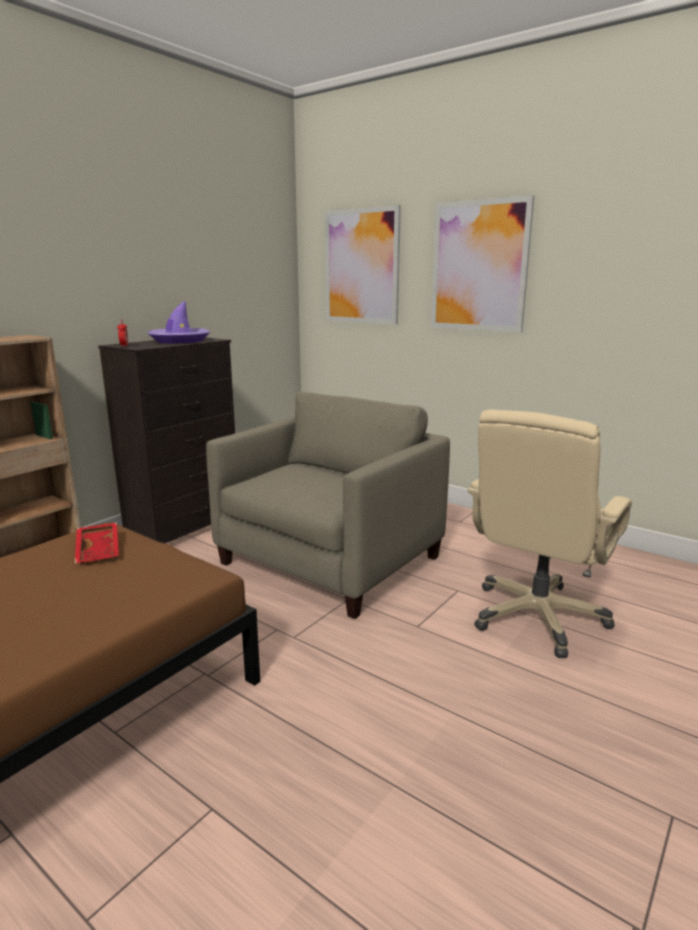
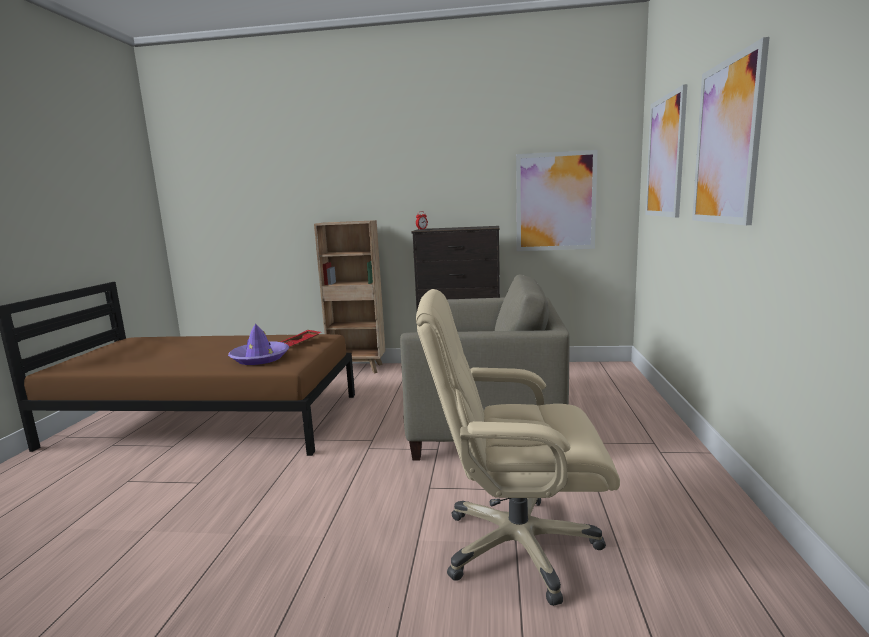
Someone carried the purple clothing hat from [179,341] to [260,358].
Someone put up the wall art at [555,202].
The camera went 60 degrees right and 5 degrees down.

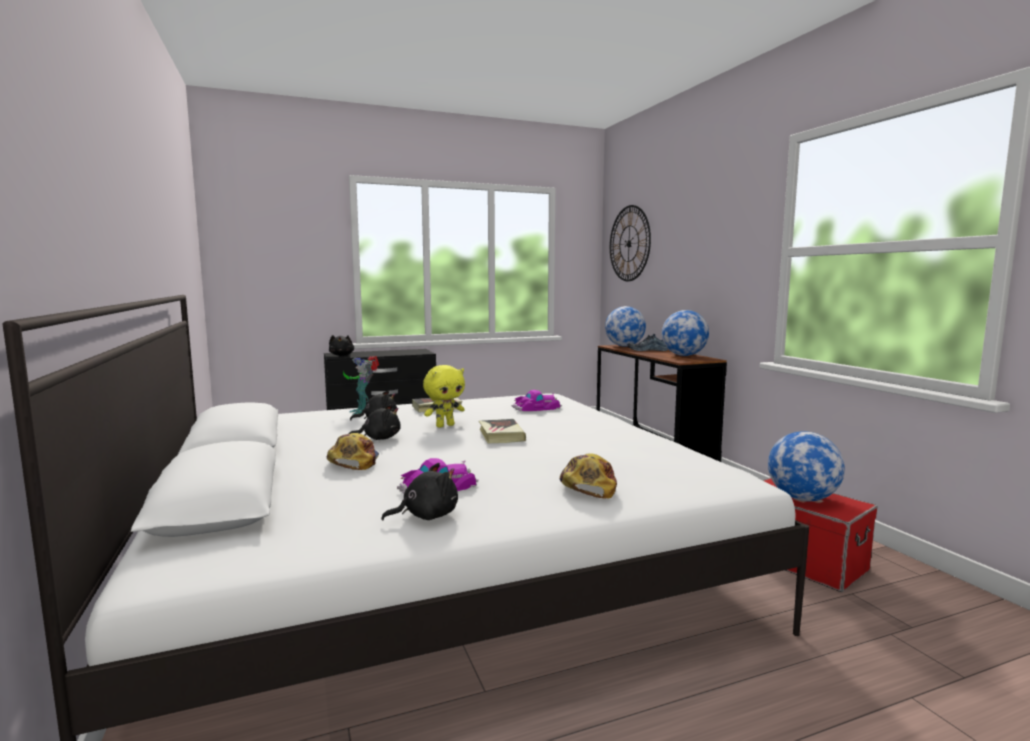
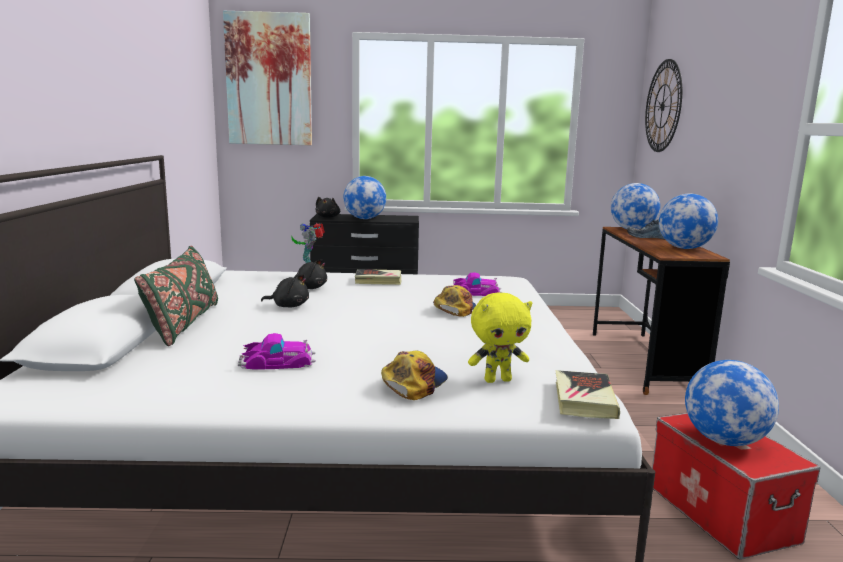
Someone carried the cap from [354,461] to [455,308].
Someone took away the blackish plush toy at [426,516].
Someone carried the yellow-coloured plush toy from [445,425] to [497,380].
Someone carried the bound book from [501,435] to [584,400].
Someone put down the green throw pillow at [183,324].
Someone put up the wall art at [269,79].
Someone put down the desk globe at [364,219].
The camera went 20 degrees right and 5 degrees up.

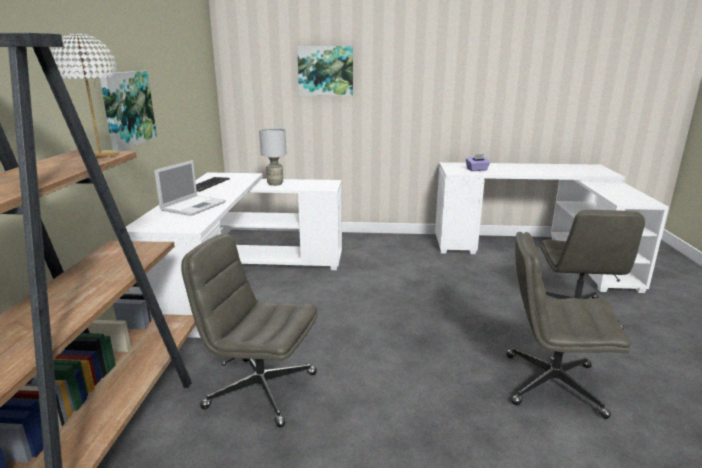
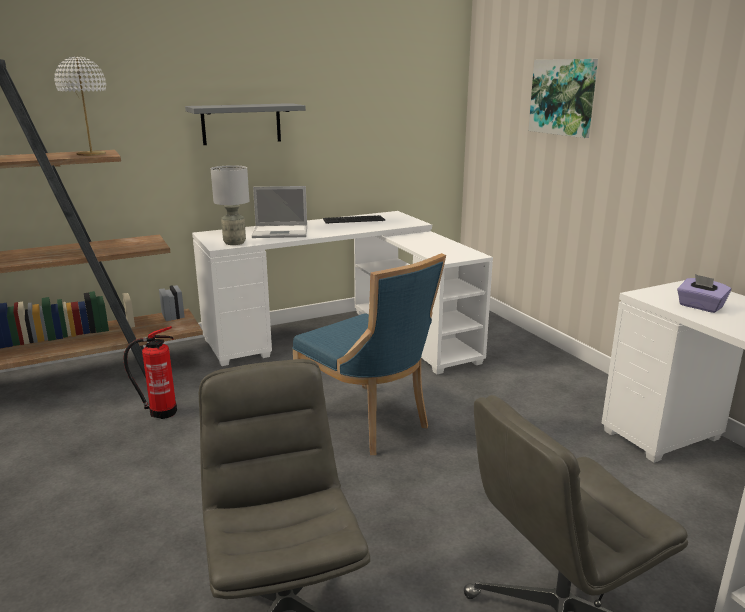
Someone swapped the wall art at [127,109] for the grey wall shelf at [241,124].
Someone swapped the grey computer chair at [260,390] for the fire-fighting cylinder at [160,412].
Someone carried the grey lamp for a table from [275,184] to [235,243].
Someone put down the bluish plain chair at [368,422].
The camera went 60 degrees right and 0 degrees up.

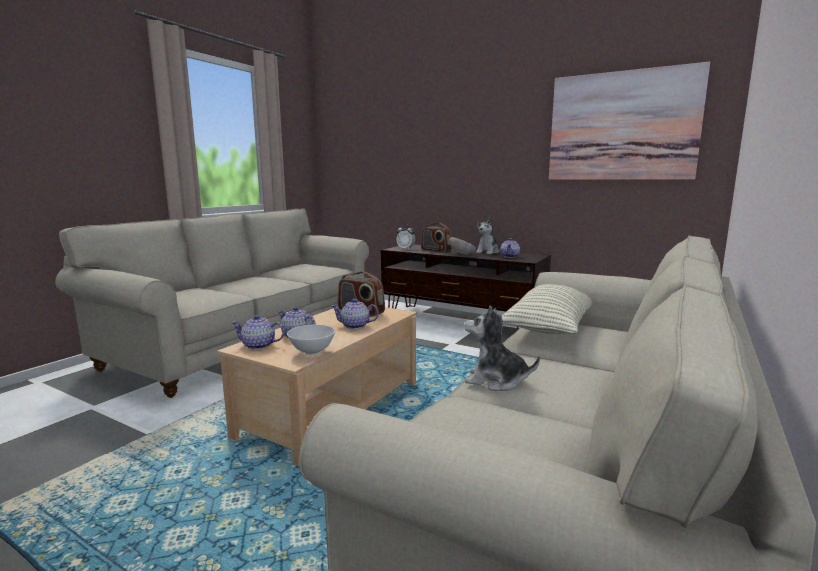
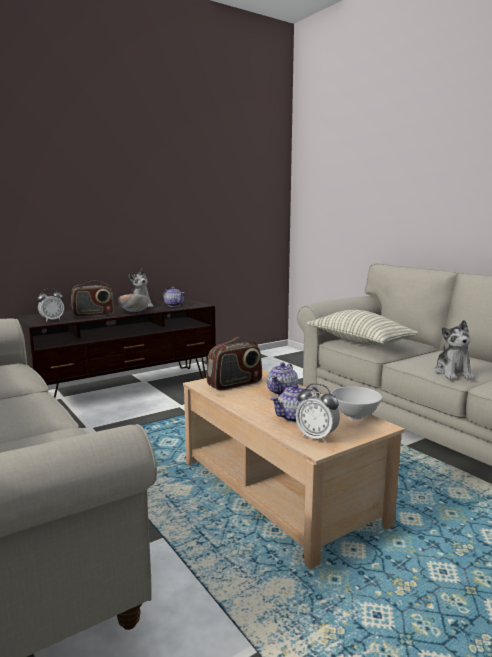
Someone swapped the tea pot at [259,346] for the table clock at [316,437].
Someone rotated the plush toy at [496,381] by 45 degrees counterclockwise.
Someone took away the wall art at [622,126].
The camera went 65 degrees left and 0 degrees up.

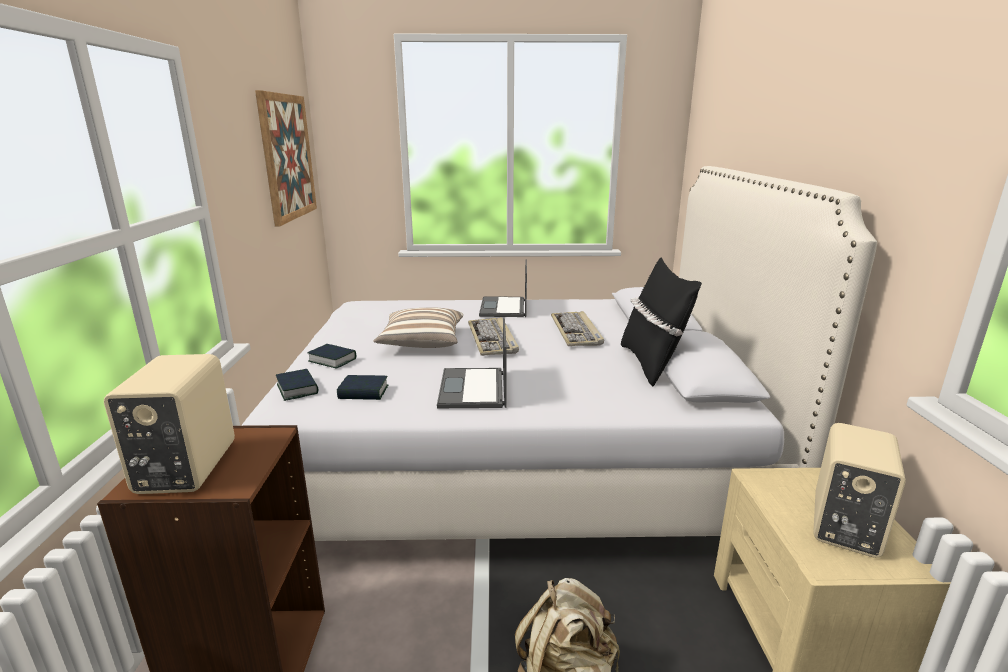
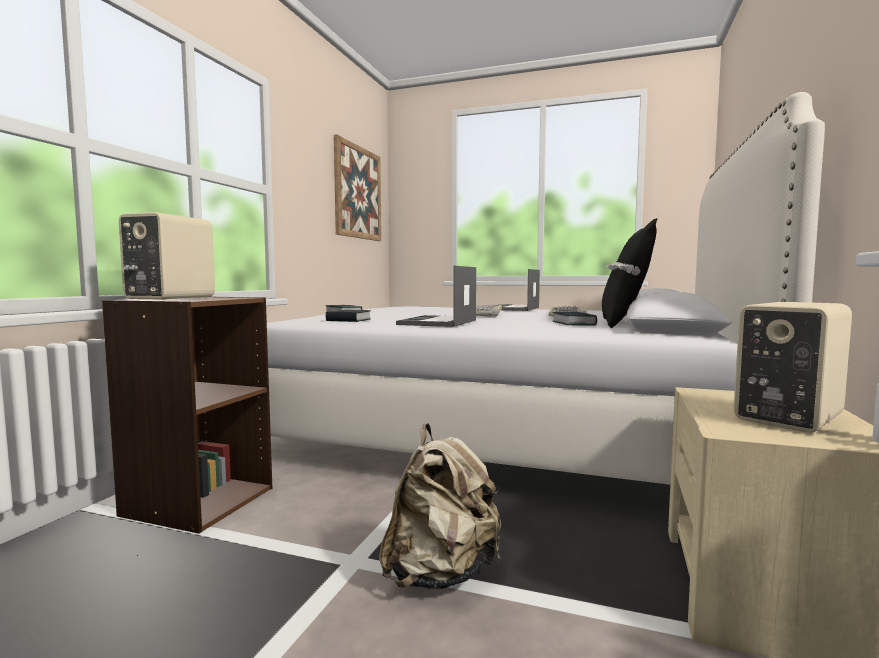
Someone carried the bound book from [297,389] to [574,323].
Someone took away the throw pillow at [422,343].
The camera went 20 degrees right and 15 degrees down.

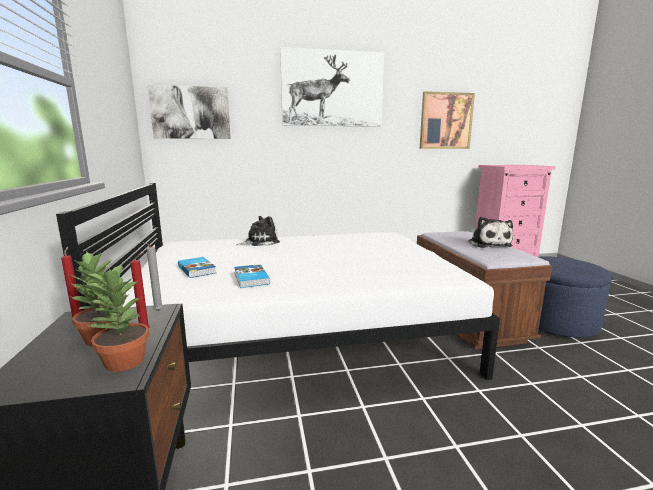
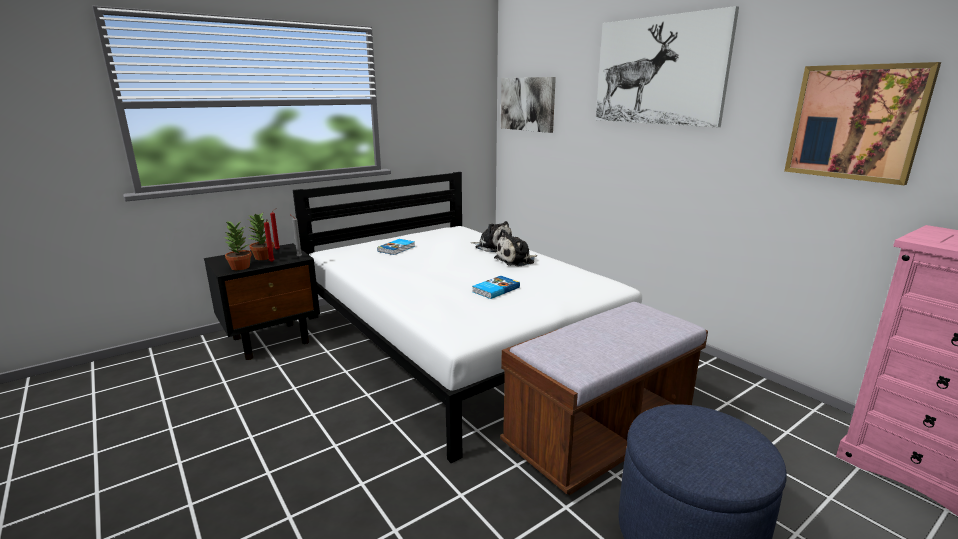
Someone carried the bound book from [250,278] to [495,289].
Someone carried the plush toy from [488,244] to [516,260].
The camera went 65 degrees right and 5 degrees up.

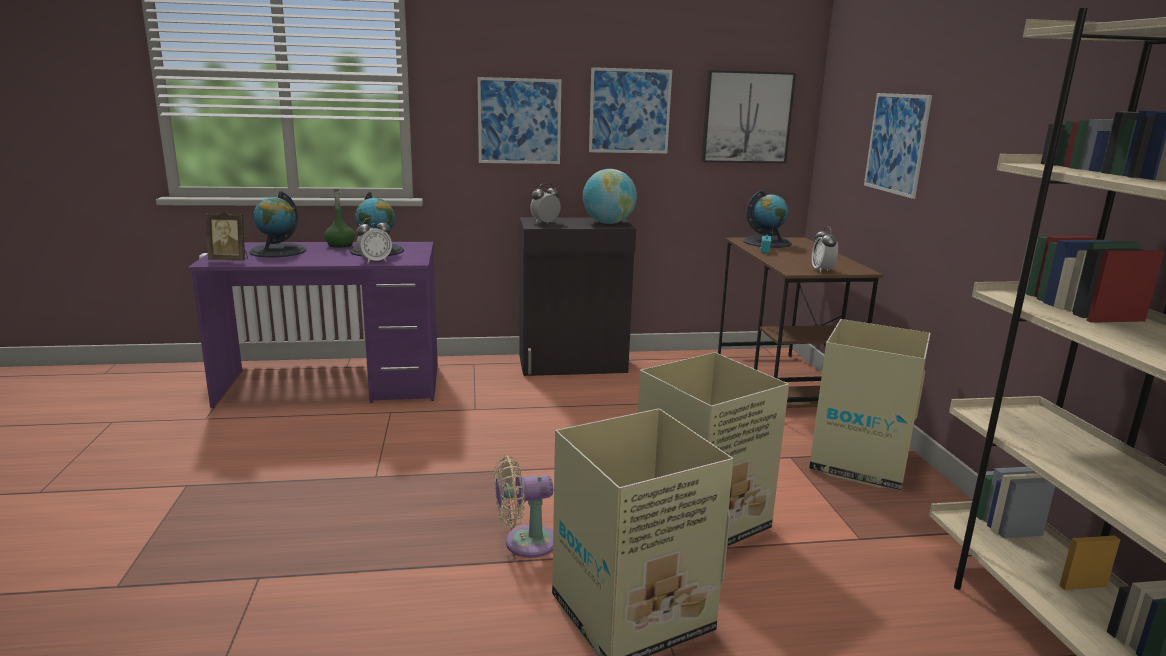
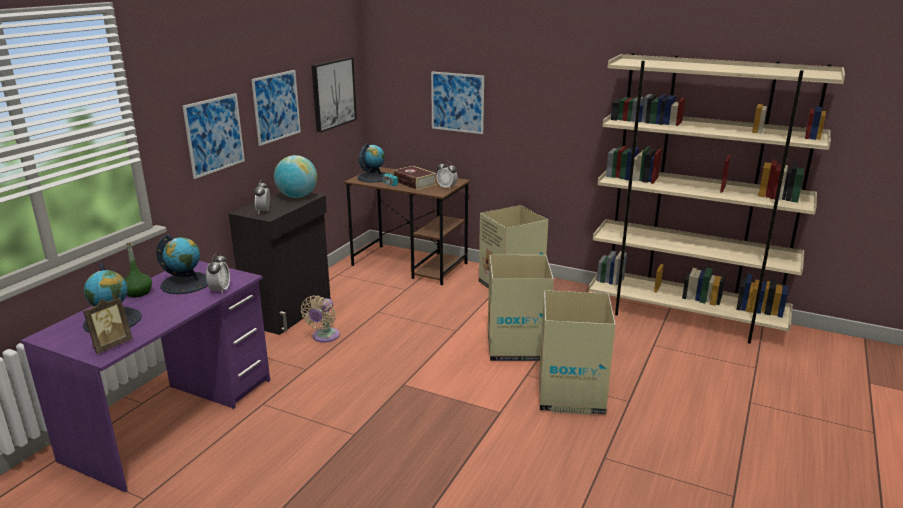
Someone carried the beige-coloured fan from [525,543] to [324,337].
Someone put down the bound book at [414,183].
The camera went 55 degrees left and 5 degrees up.

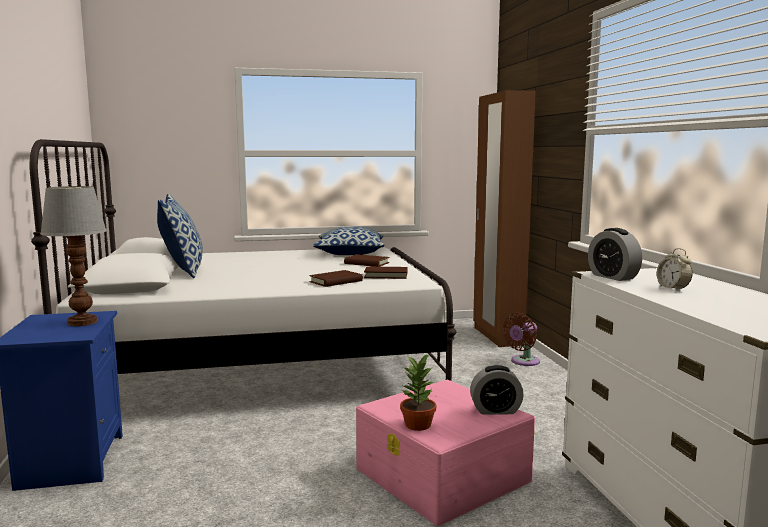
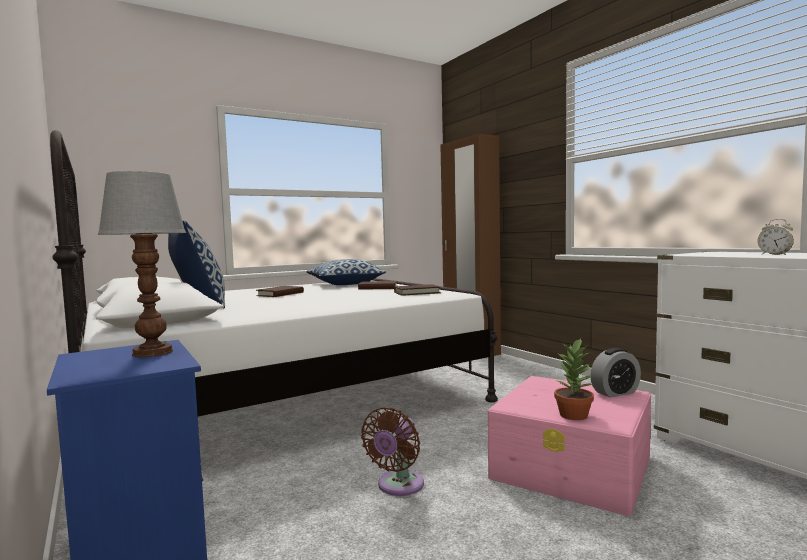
Someone carried the brown-coloured bound book from [336,281] to [280,294].
Someone carried the brown-coloured fan from [523,362] to [398,486].
Someone took away the table clock at [612,277].
The camera went 20 degrees left and 5 degrees down.

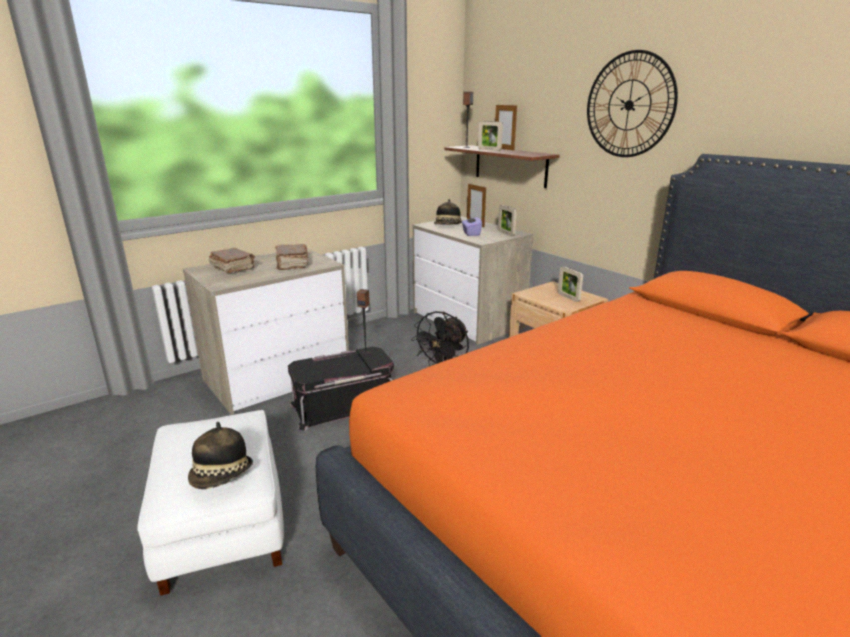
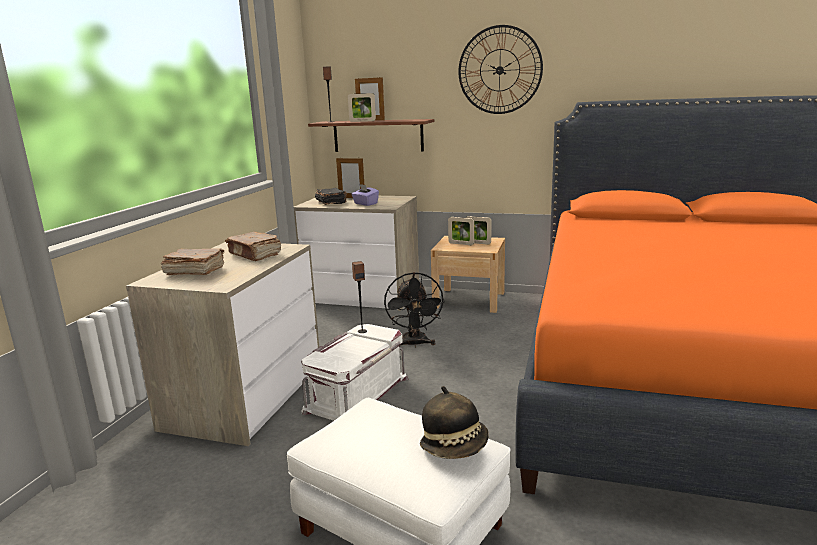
Someone repainted the blackish storage container at [343,405], which became the white storage container at [356,393].
Someone swapped the clothing hat at [448,226] for the blackish bound book at [331,203].
Someone carried the standing frame from [506,233] to [461,244].
The camera went 35 degrees left and 5 degrees down.

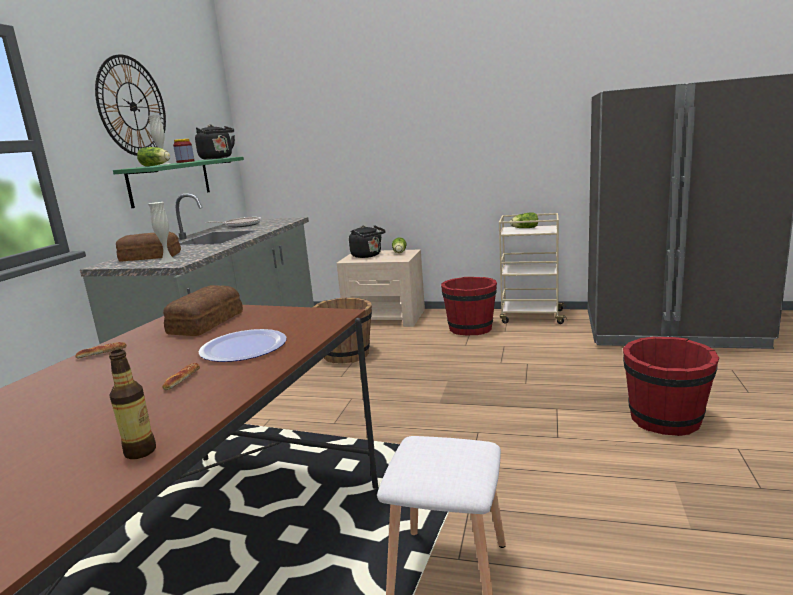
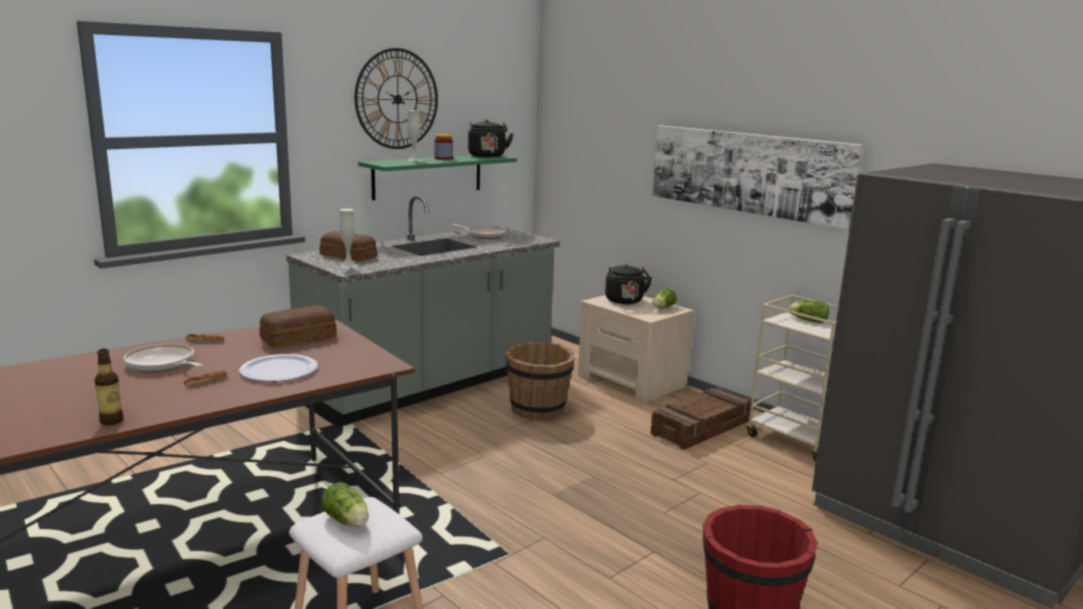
Someone carried the lettuce from [156,165] to [348,521].
Someone swapped the red water bucket at [470,329] for the shipping crate at [701,428].
Someone put down the skillet at [162,364].
Someone put up the wall art at [748,172].
The camera went 30 degrees right and 0 degrees up.

